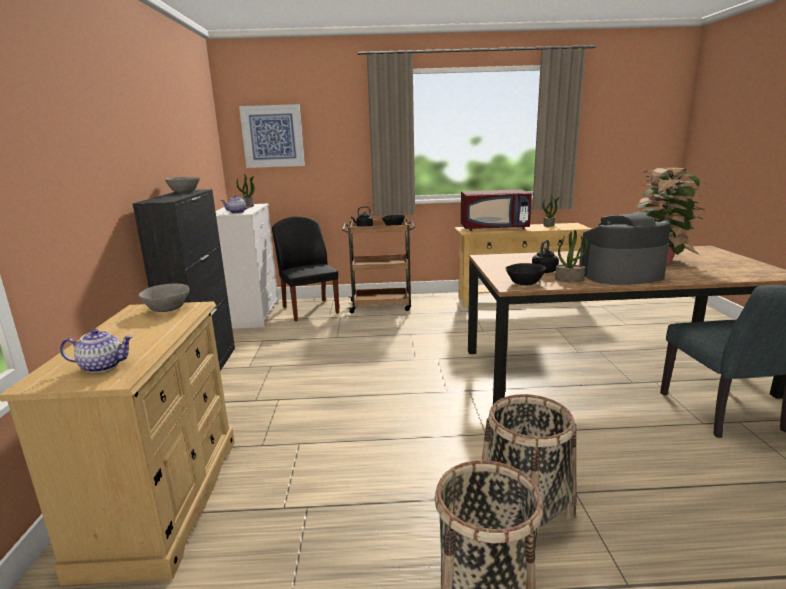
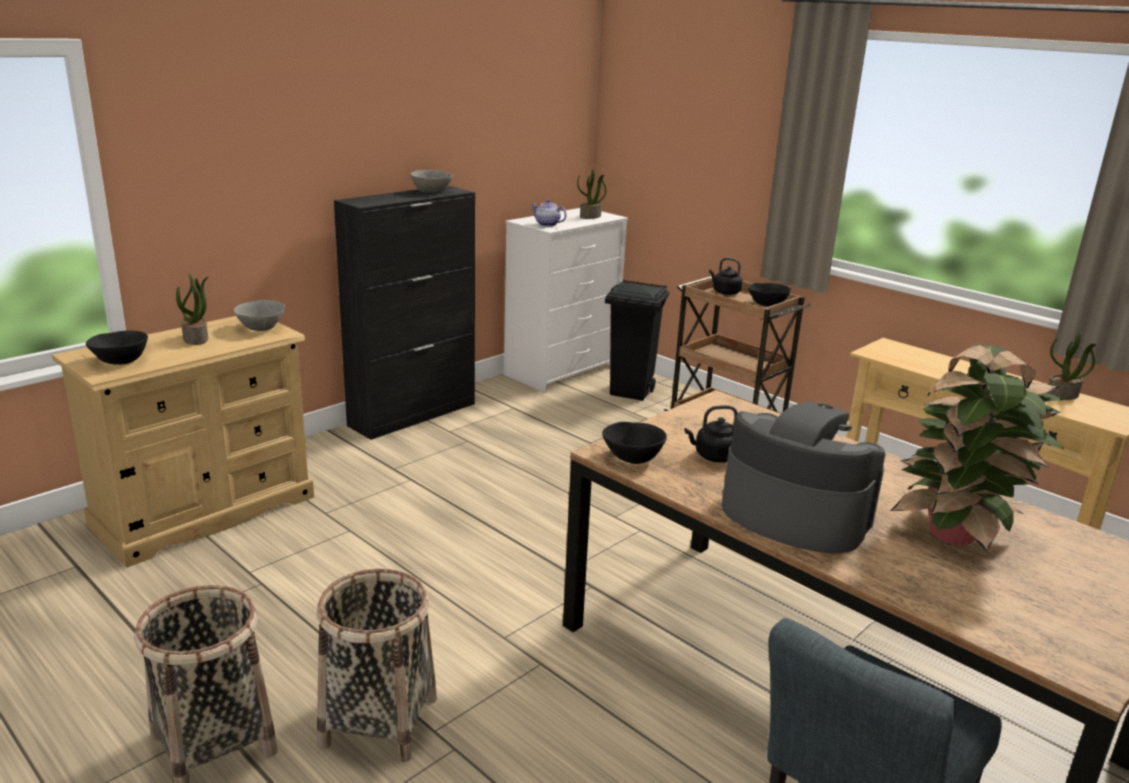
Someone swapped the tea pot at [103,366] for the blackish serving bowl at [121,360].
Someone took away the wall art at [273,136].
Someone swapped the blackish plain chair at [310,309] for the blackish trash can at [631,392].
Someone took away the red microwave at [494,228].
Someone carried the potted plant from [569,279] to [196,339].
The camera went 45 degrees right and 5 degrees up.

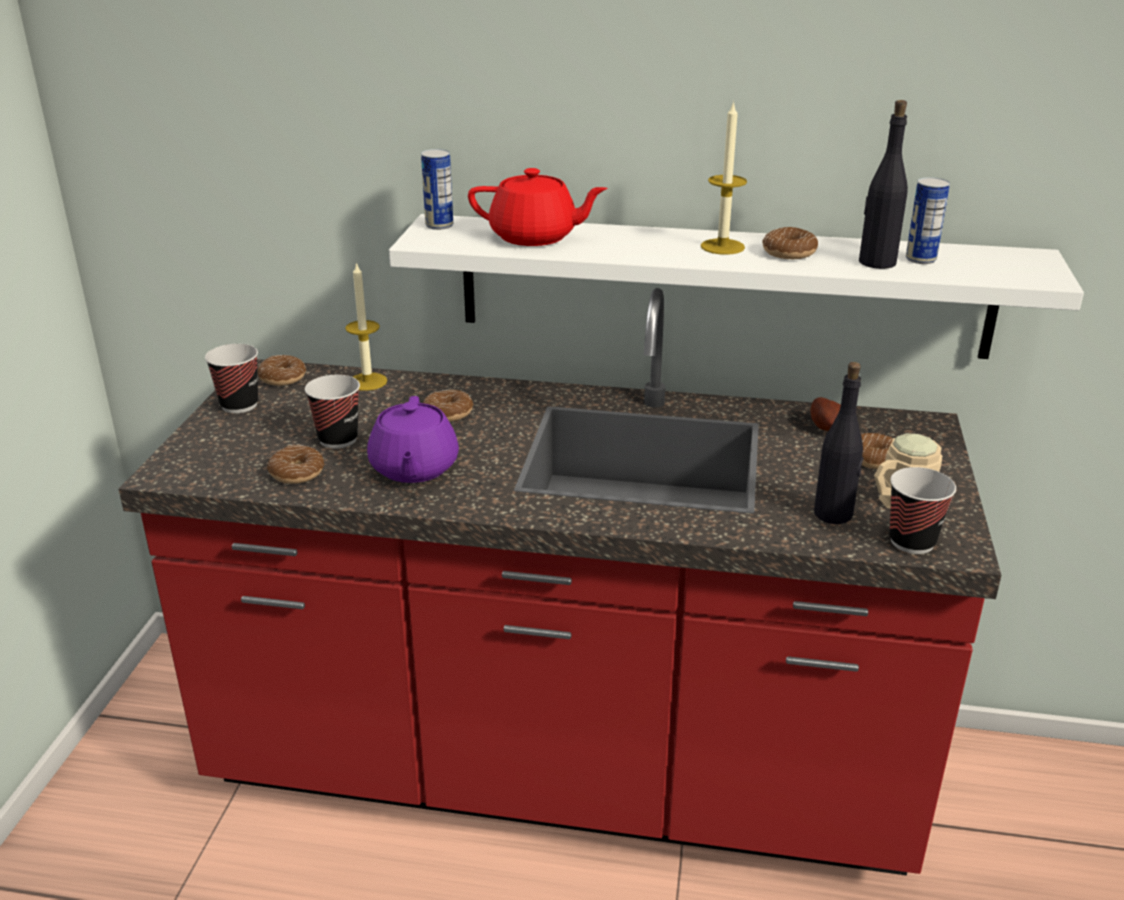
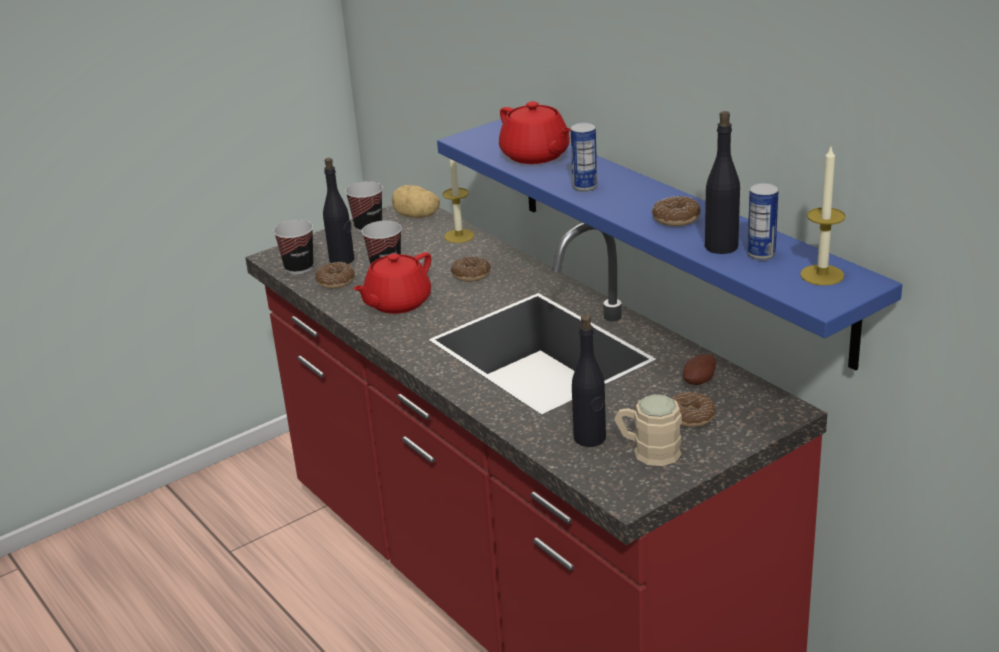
Someone swapped the donut at [282,378] for the spud at [416,216].
Someone repainted the purple tea pot at [413,468], which became the red tea pot at [397,303].
Someone repainted the white wall shelf at [722,286], which became the bluish wall shelf at [674,234].
Someone carried the can from [439,225] to [584,187].
Someone carried the wax light from [722,247] to [822,275].
Someone carried the cup from [912,542] to [299,268].
Someone put down the blackish beverage bottle at [342,260].
The camera went 45 degrees right and 0 degrees up.

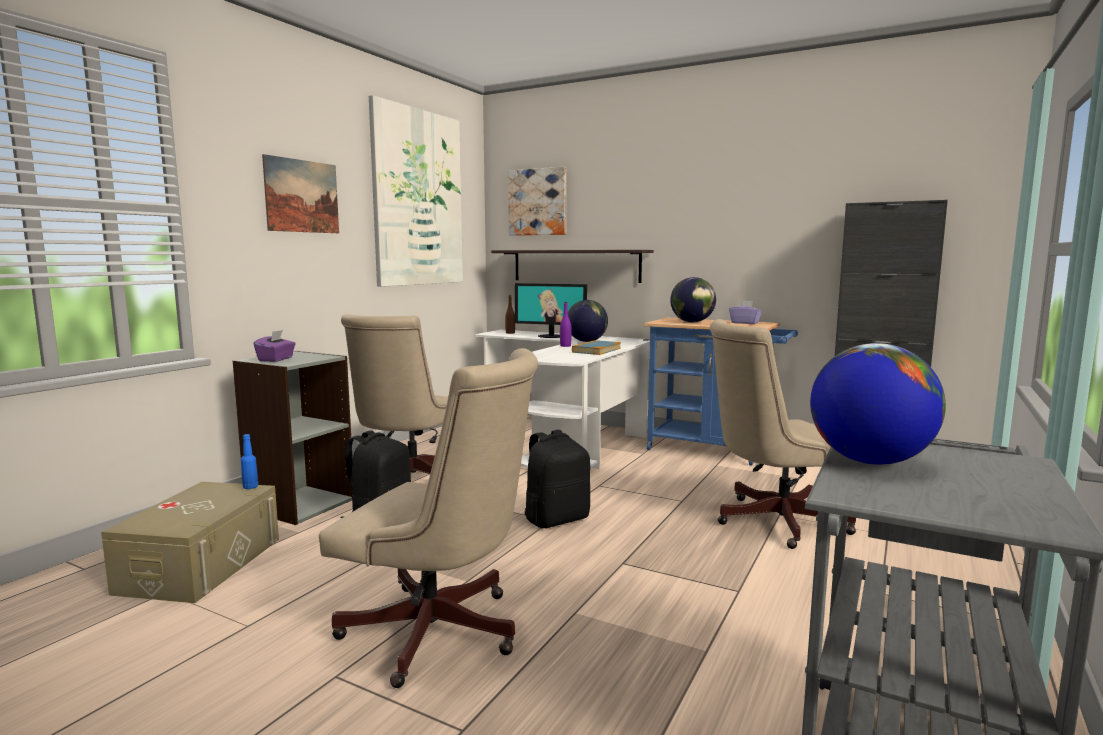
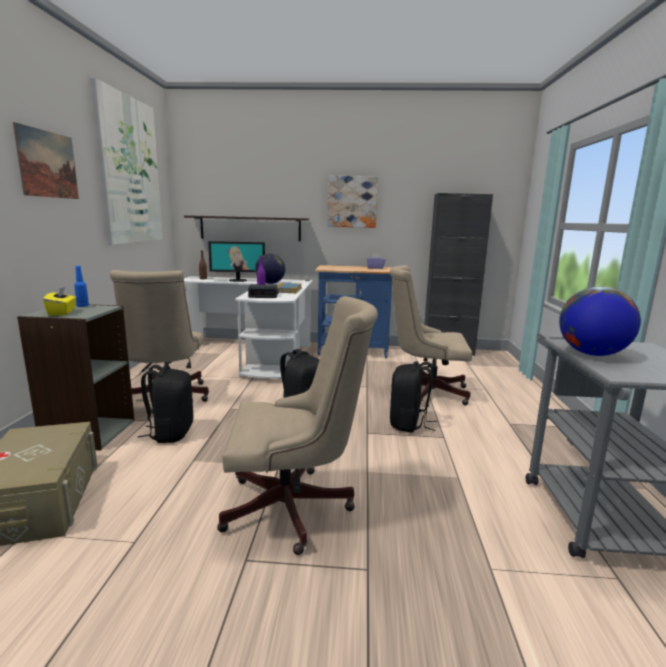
Someone carried the bluish beverage bottle from [250,487] to [82,306].
Someone repainted the purple box of tissues at [276,359], which became the yellow-coloured box of tissues at [62,312].
Someone carried the wall art from [538,202] to [352,202].
Someone took away the desk globe at [692,322].
Someone rotated the beige-coloured computer chair at [772,521] by 45 degrees clockwise.
Someone put down the table clock at [263,295].
Someone put down the blackish backpack at [409,424].
The camera went 25 degrees left and 5 degrees up.

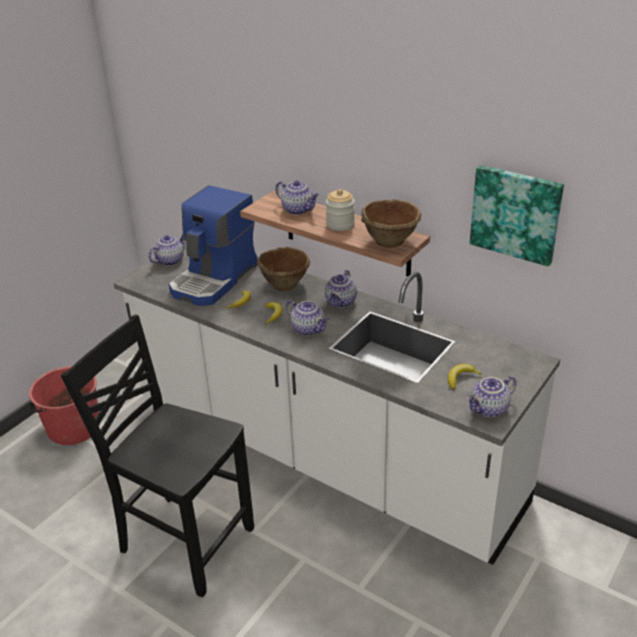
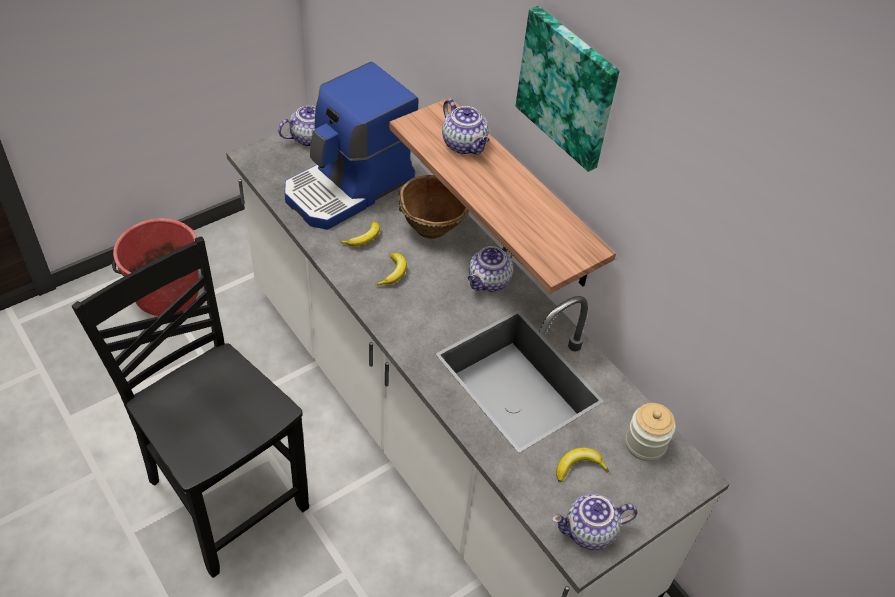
Someone took away the tea pot at [308,329].
Someone carried the storage jar from [340,224] to [645,444].
Someone took away the brown-coloured serving bowl at [390,241].
Someone carried the wall art from [516,213] to [568,87].
The camera went 15 degrees right and 15 degrees up.

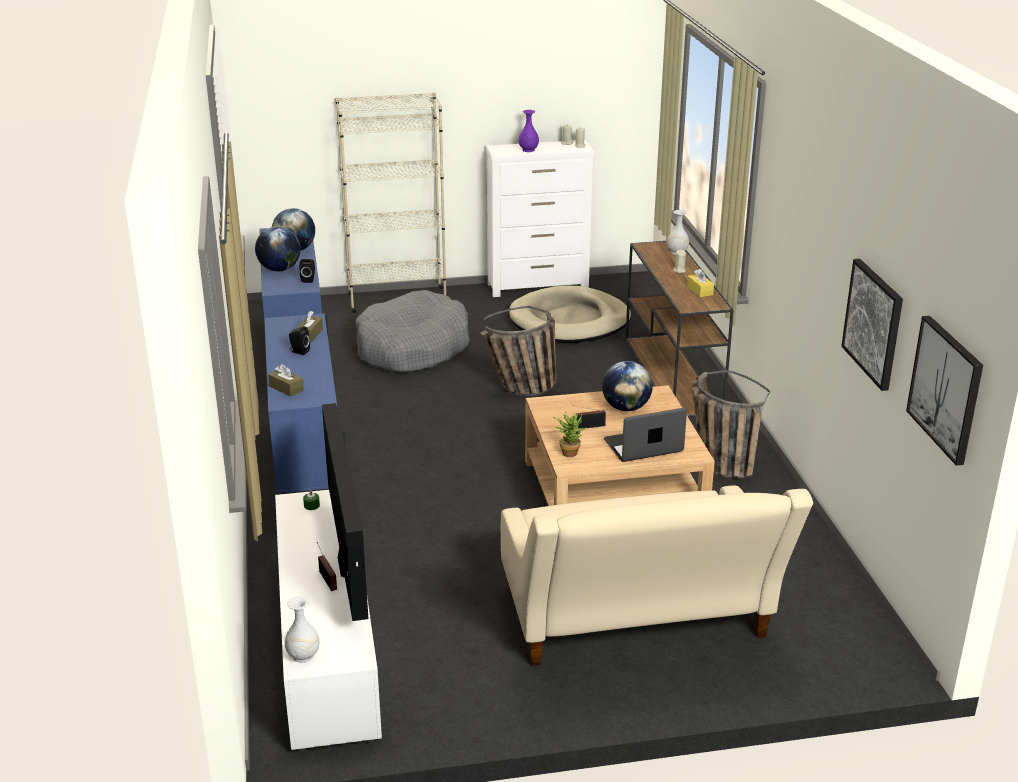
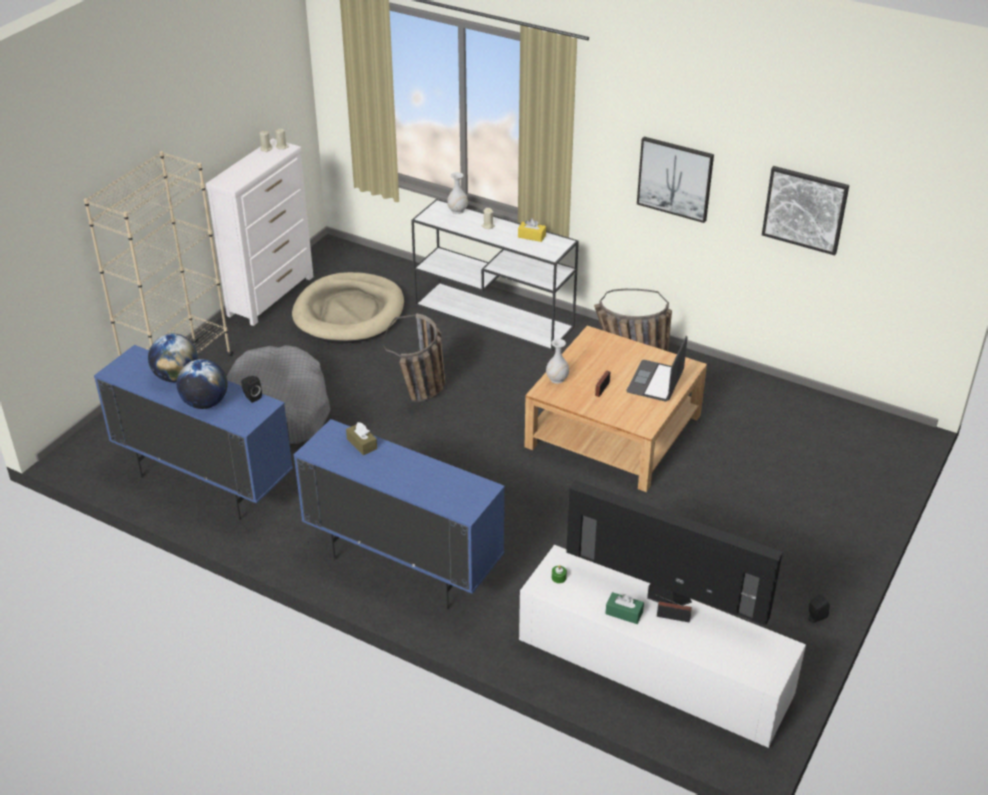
Someone took away the brown-coloured box of tissues at [286,388].
Someone carried the white decorative vase from [303,656] to [557,379].
Someone carried the blackish audio speaker from [299,351] to [815,618].
Someone took away the beige-coloured couch at [638,624].
Someone took away the purple decorative vase at [528,150].
Someone took away the potted plant at [569,451].
Someone took away the desk globe at [626,408].
Someone repainted the brown-coloured narrow table at [673,375], which became the white narrow table at [495,316].
Someone carried the wall art from [946,388] to [675,178].
Someone put down the green box of tissues at [624,613].
The camera went 50 degrees left and 10 degrees up.

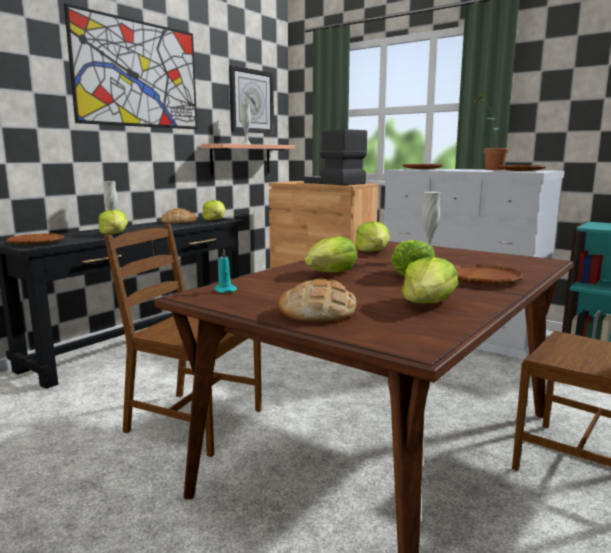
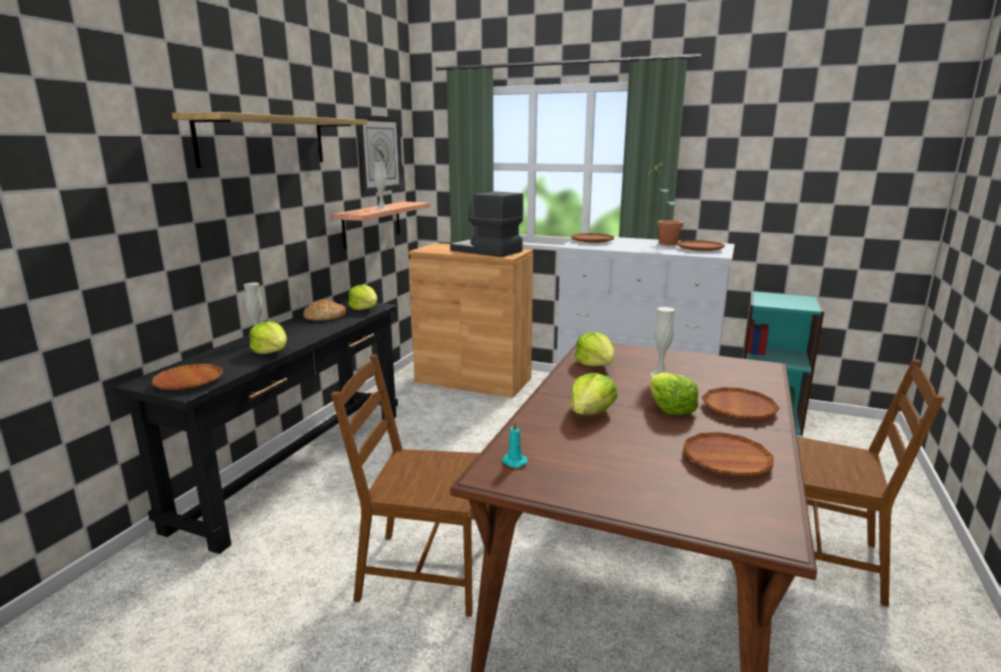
Someone swapped the wall art at [138,74] for the wall shelf at [264,141].
Someone took away the bread at [317,312].
Someone swapped the lettuce at [427,304] for the brown-coloured plate at [726,460].
The camera went 15 degrees left and 5 degrees up.

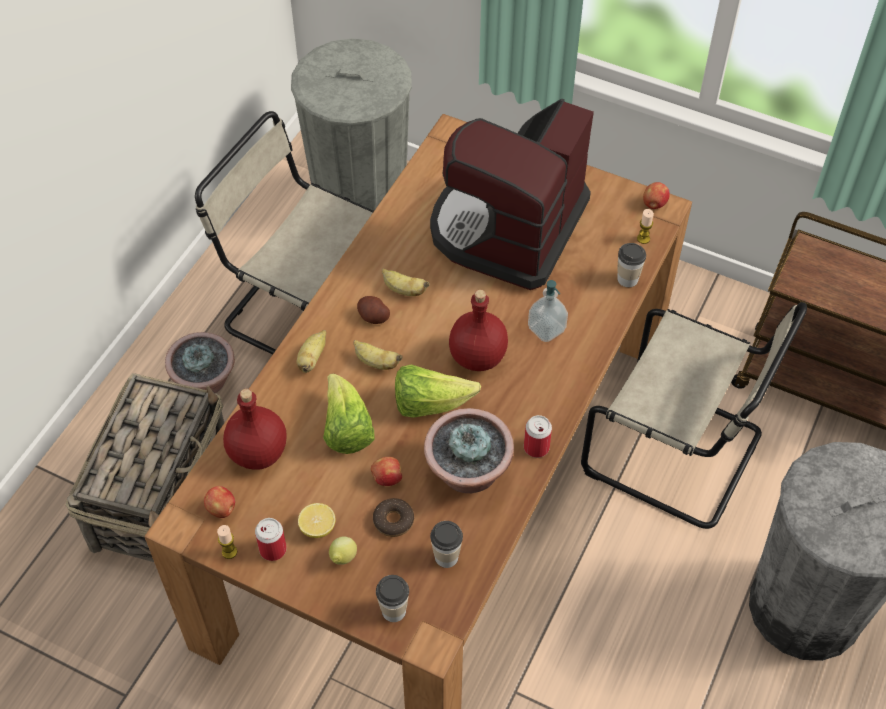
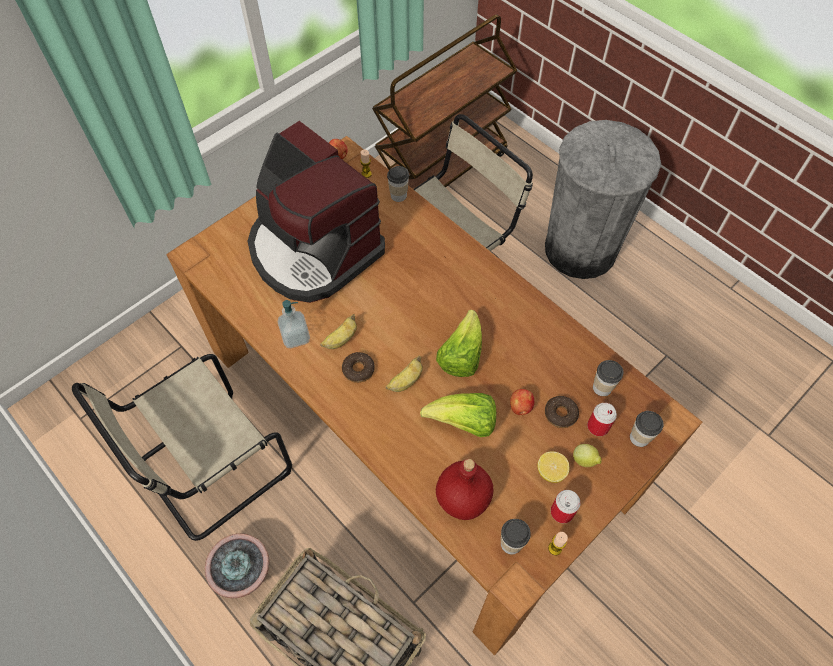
Someone swapped the apple fruit at [222,509] for the cup at [511,543].
Someone took away the grey trash can at [360,204].
Someone took away the banana fruit at [312,359].
Someone swapped the spud at [373,317] for the donut at [358,370].
Someone took away the potted plant at [468,474].
Someone took away the red beverage bottle at [478,356].
Someone carried the can from [536,447] to [598,426].
Someone carried the soap dispenser from [546,329] to [295,337].
The camera went 70 degrees left and 5 degrees up.

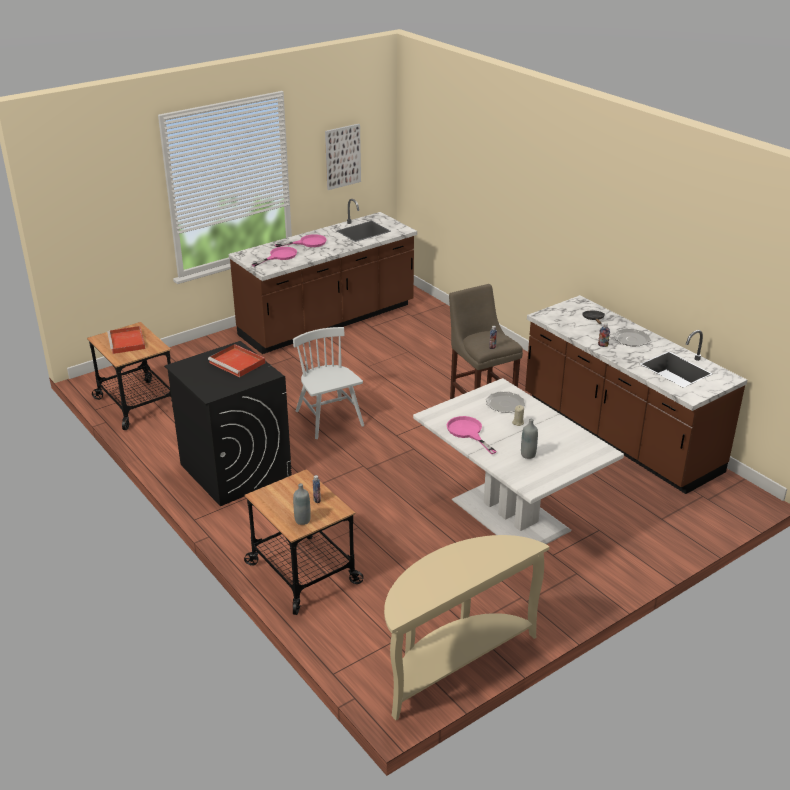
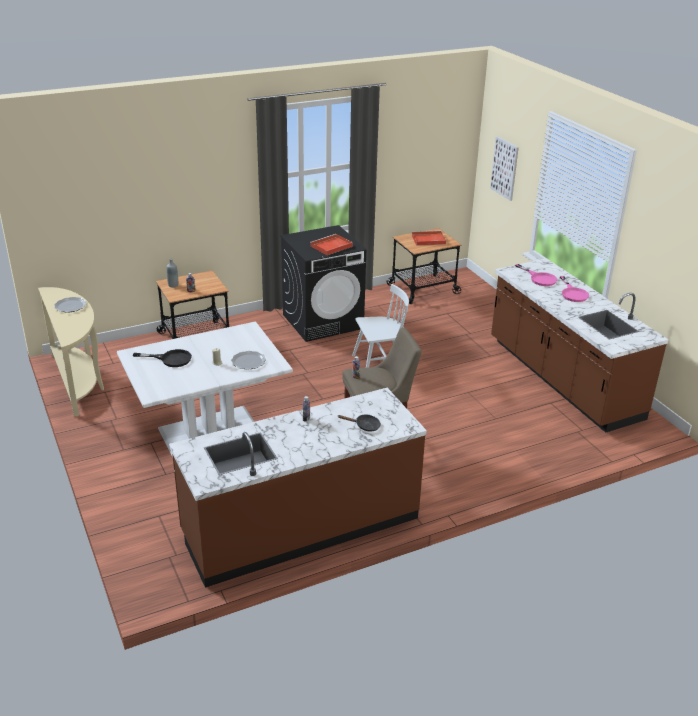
Someone carried the wall art from [342,156] to [504,168].
Someone took away the pink skillet at [468,432].
Someone swapped the grey beverage bottle at [528,455] for the blackish skillet at [170,359].
Someone carried the plate from [631,339] to [70,306].
The camera went 100 degrees right and 0 degrees up.

